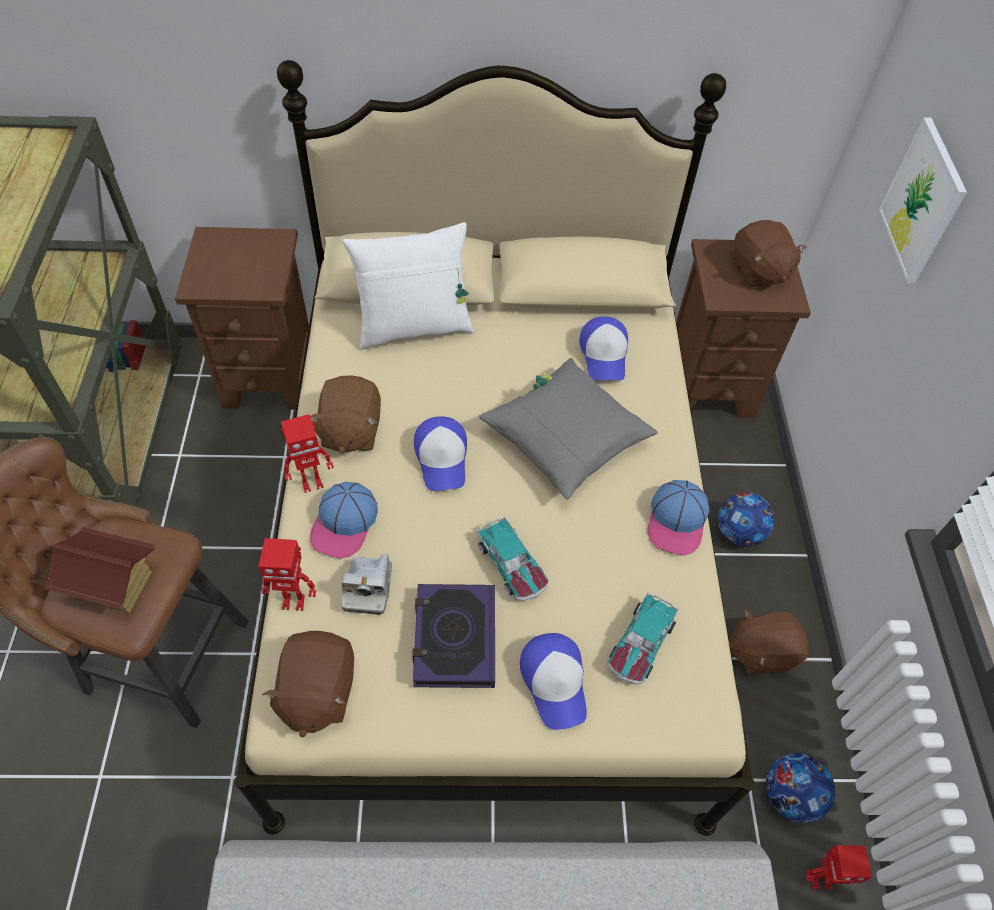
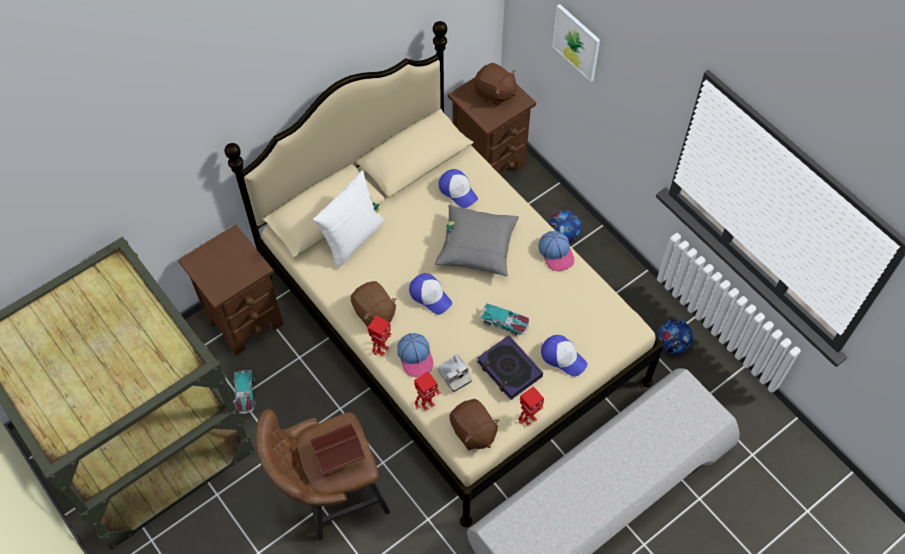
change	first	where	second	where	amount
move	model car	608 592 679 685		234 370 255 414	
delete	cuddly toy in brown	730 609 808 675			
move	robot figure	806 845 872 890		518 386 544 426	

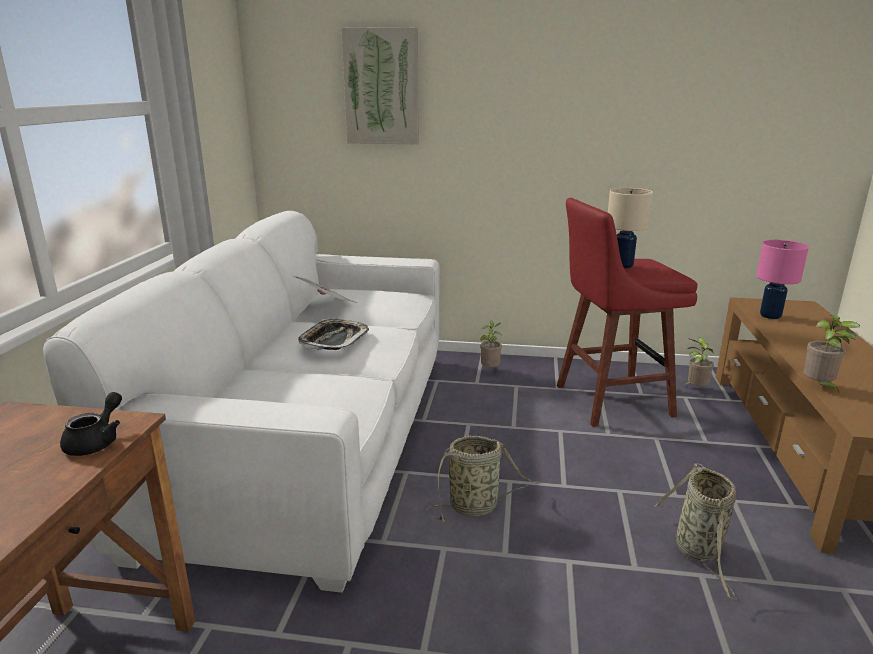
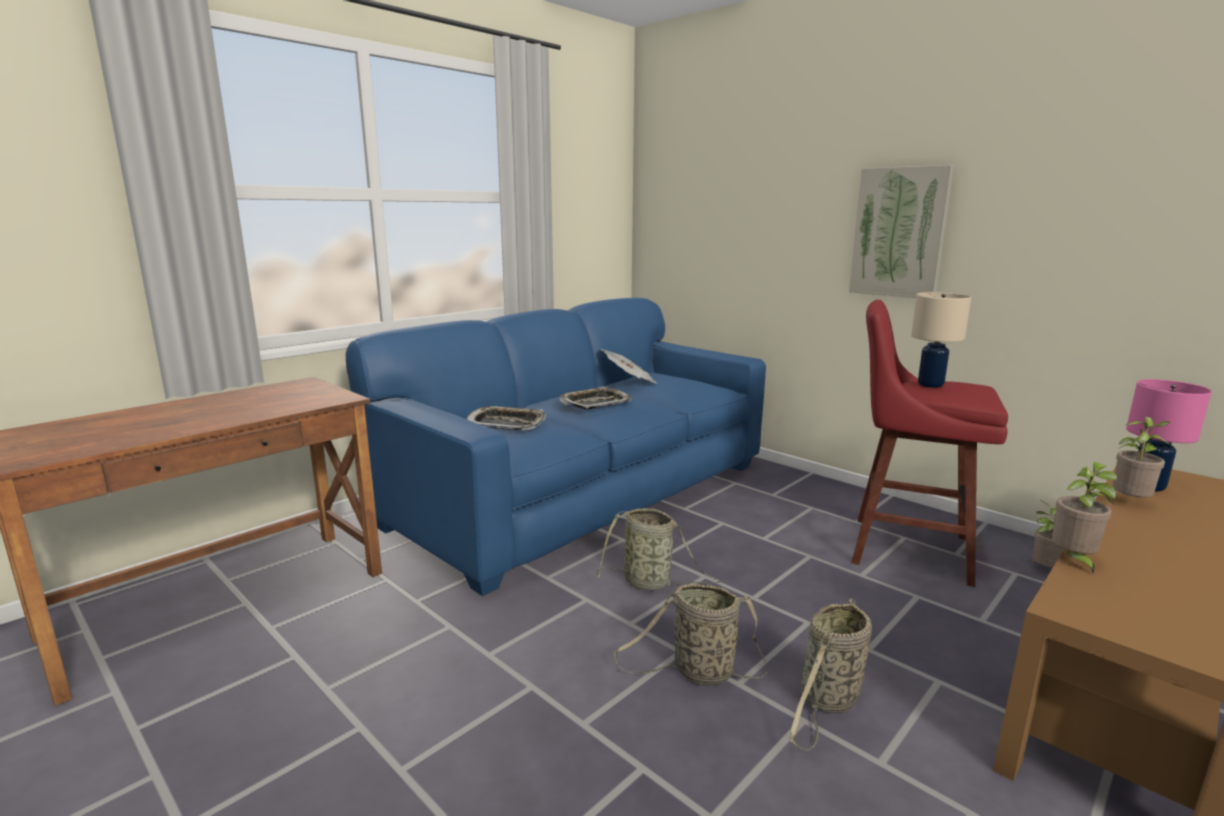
change	first	where	second	where	amount
move	picture	341 27 419 144		849 165 954 298	
recolor	settee in white-coloured	43 211 440 593	settee in blue	346 298 766 596	
move	potted plant	480 321 503 367		1113 417 1171 497	
delete	teapot in black-coloured	60 392 122 456			
insert			carrying tray	467 406 546 430	
insert			storage basket	613 584 767 686	

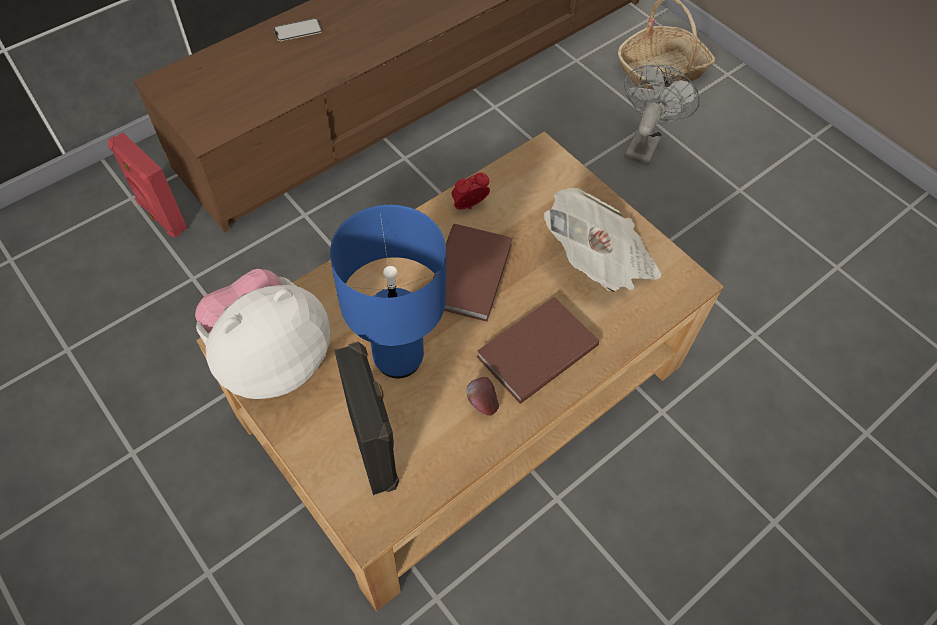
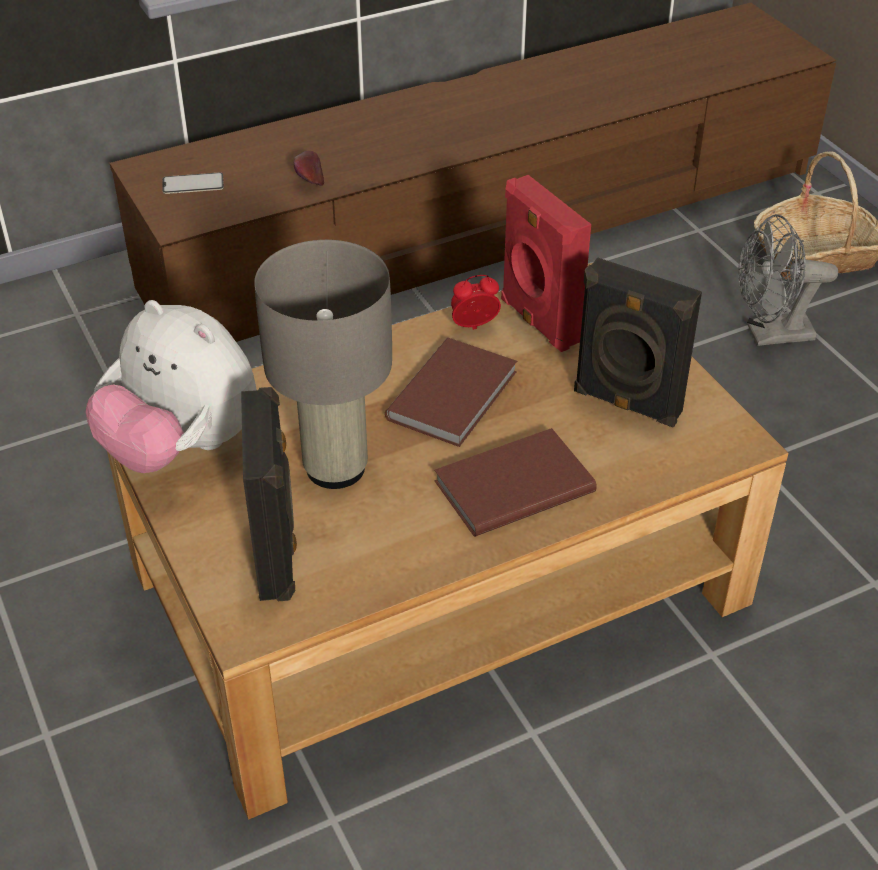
change	first	where	second	where	amount
move	telephone	274 18 322 41		162 172 224 194	
rotate	electric fan in greyish	624 65 700 166		738 214 838 346	135 degrees counterclockwise
move	loudspeaker in reddish	108 133 187 238		501 175 591 352	
replace	daily paper	543 188 661 292	loudspeaker in black-coloured	574 257 702 428	
recolor	lamp for a table in blue	330 205 446 378	lamp for a table in greyish	254 240 392 489	
rotate	cuddly toy	195 269 330 399		86 300 257 473	120 degrees counterclockwise
move	apple fruit	466 377 499 416		294 151 324 186	

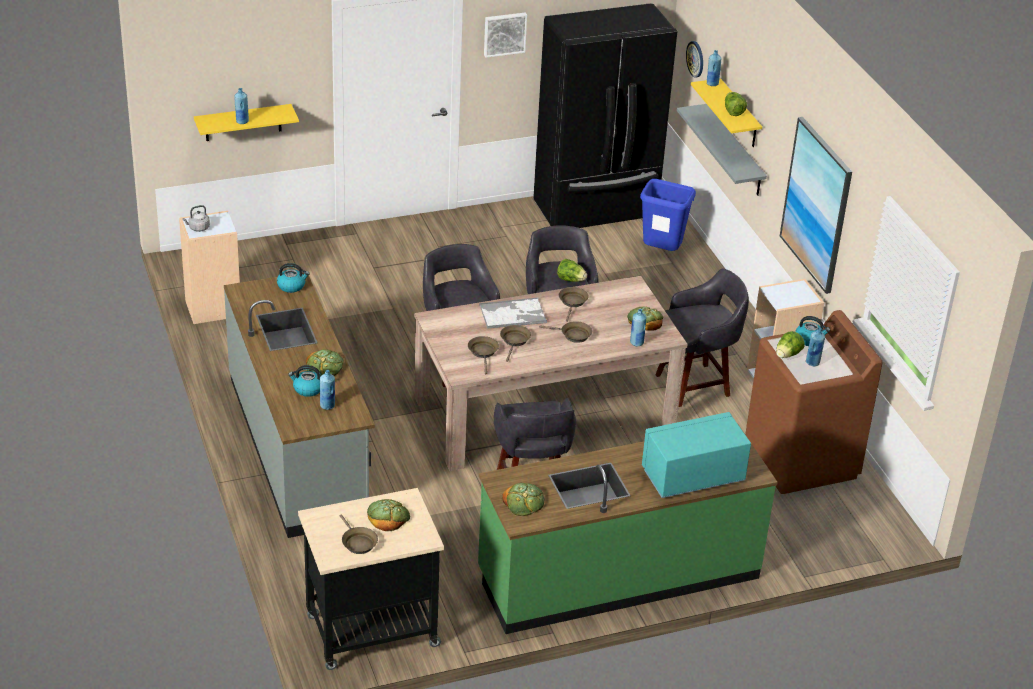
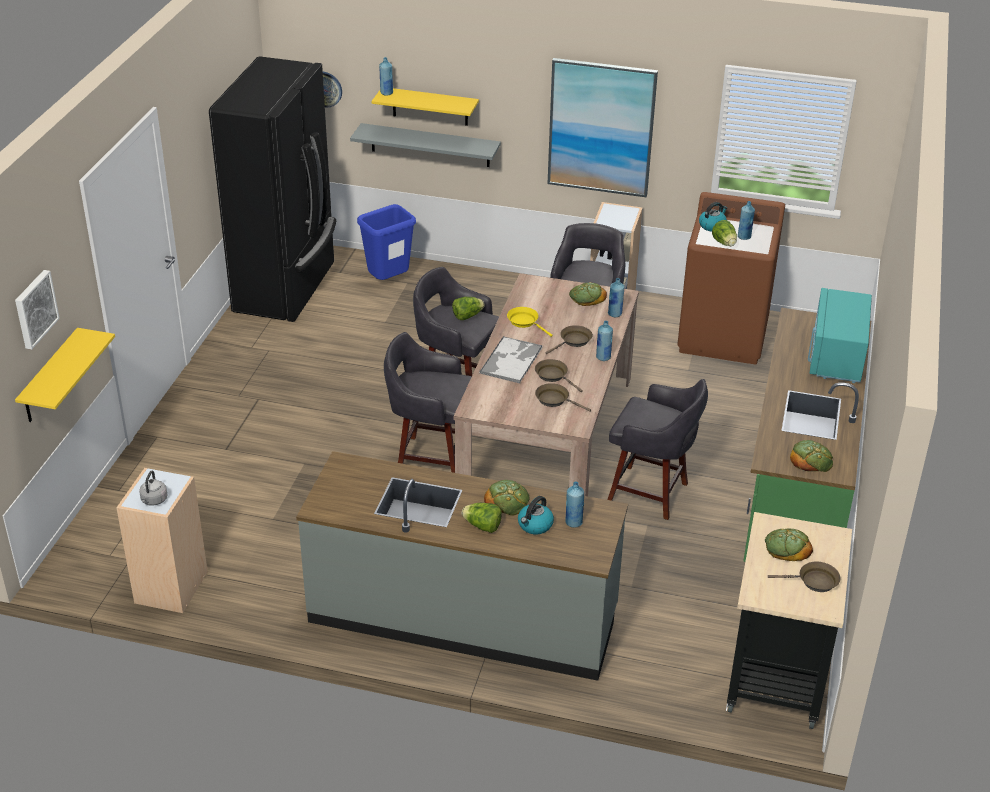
change	first	where	second	where	amount
move	picture	484 12 527 58		15 270 60 349	
move	bottle in blue	234 88 249 124		596 321 613 361	
move	lettuce	725 92 747 116		462 503 502 533	
delete	kettle	277 263 309 293			
recolor	skillet in brown	559 287 589 322	skillet in yellow	507 307 553 337	

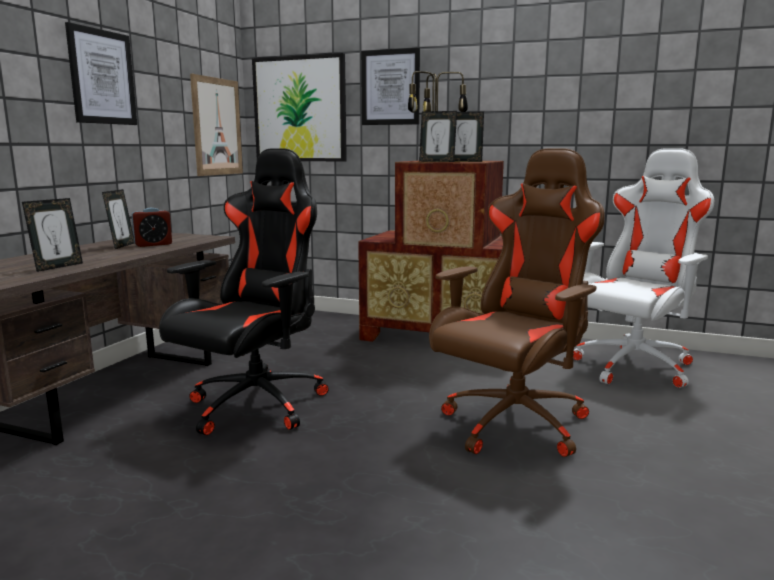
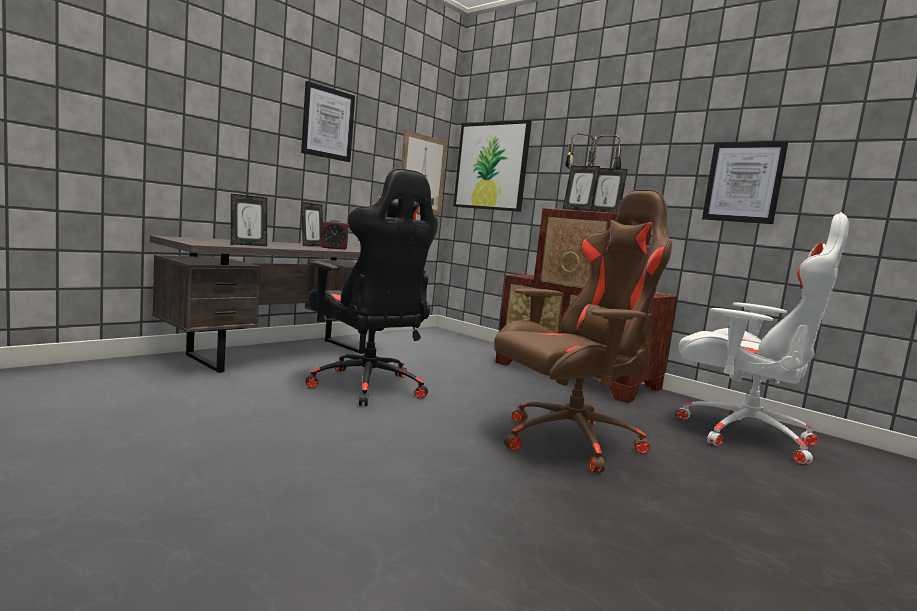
change	first	where	second	where	amount
move	picture	361 48 420 125		702 141 788 224	
rotate	desk chair in black-coloured	159 148 329 435		306 168 438 406	90 degrees clockwise
rotate	desk chair in white-coloured	573 148 714 388		676 212 849 464	60 degrees clockwise

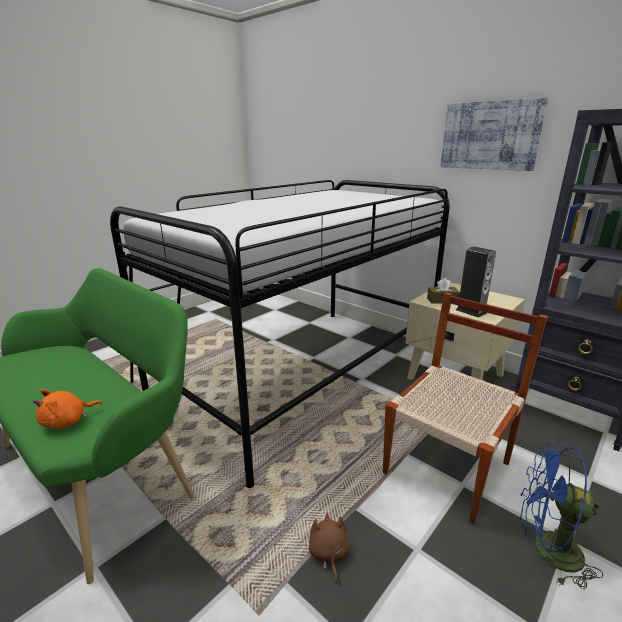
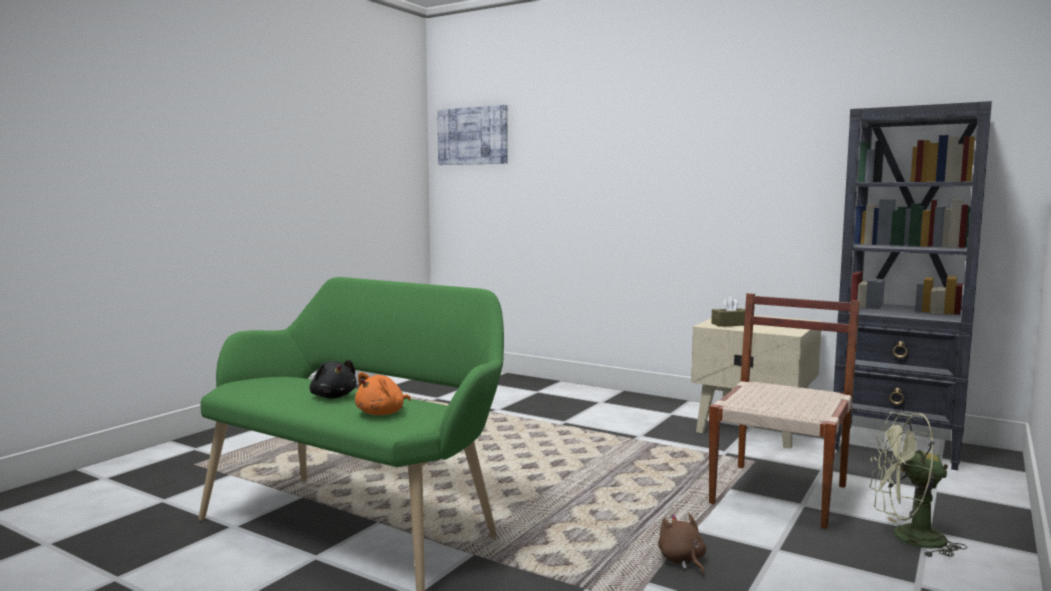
change	first	where	second	where	amount
move	picture	440 98 548 171		437 105 508 165	
delete	sleeping bed in black-coloured	110 180 450 488			
delete	loudspeaker	456 246 496 317			
recolor	electric fan in blue	520 441 603 589	electric fan in greenish	870 412 967 557	
insert			cuddly toy in black-coloured	310 360 357 398	

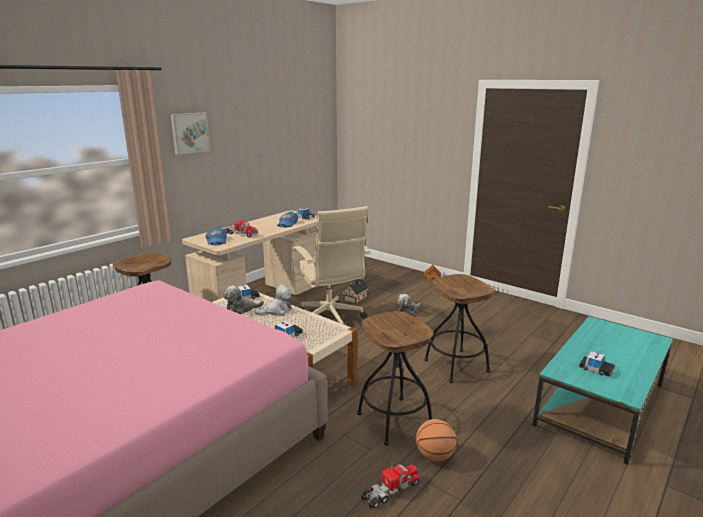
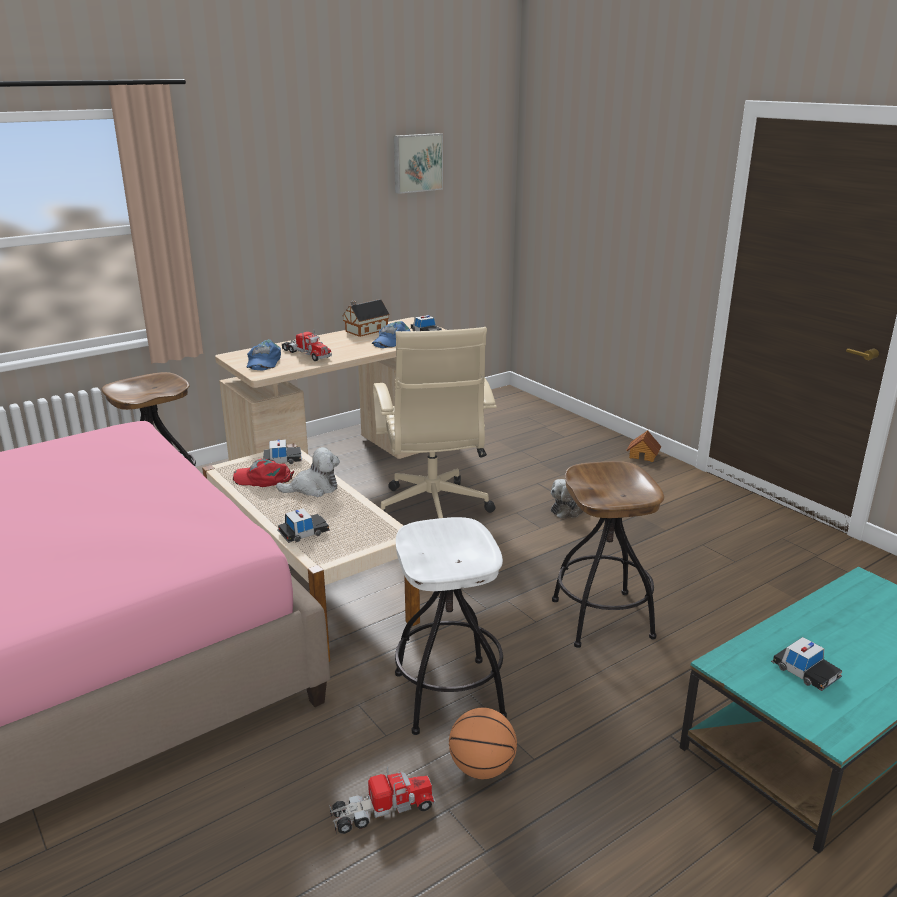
change	first	where	second	where	amount
move	picture	170 113 210 155		394 133 443 194	
move	toy house	342 279 369 304		342 299 390 337	
replace	cuddly toy	223 286 264 314	cap in reddish	233 458 294 487	
recolor	stool seat in brown	357 311 434 445	stool seat in white-coloured	395 517 507 735	

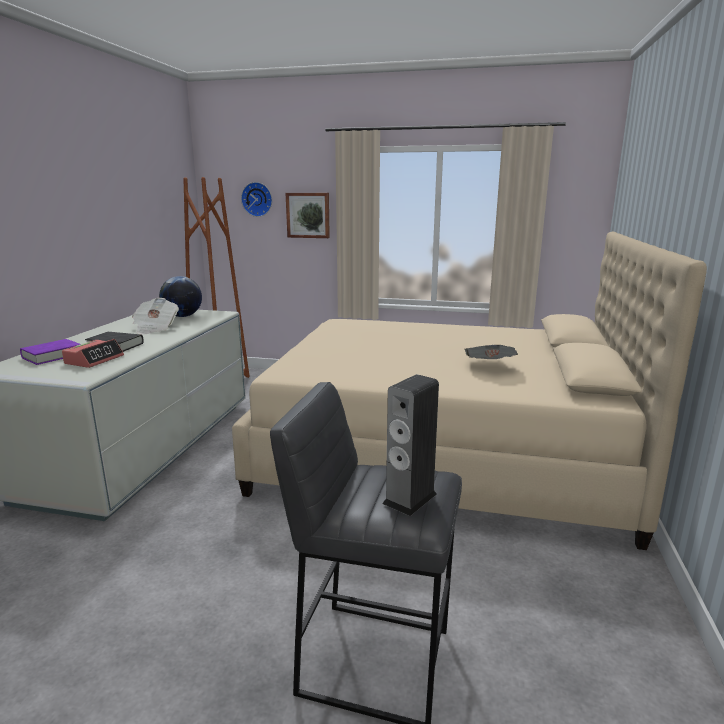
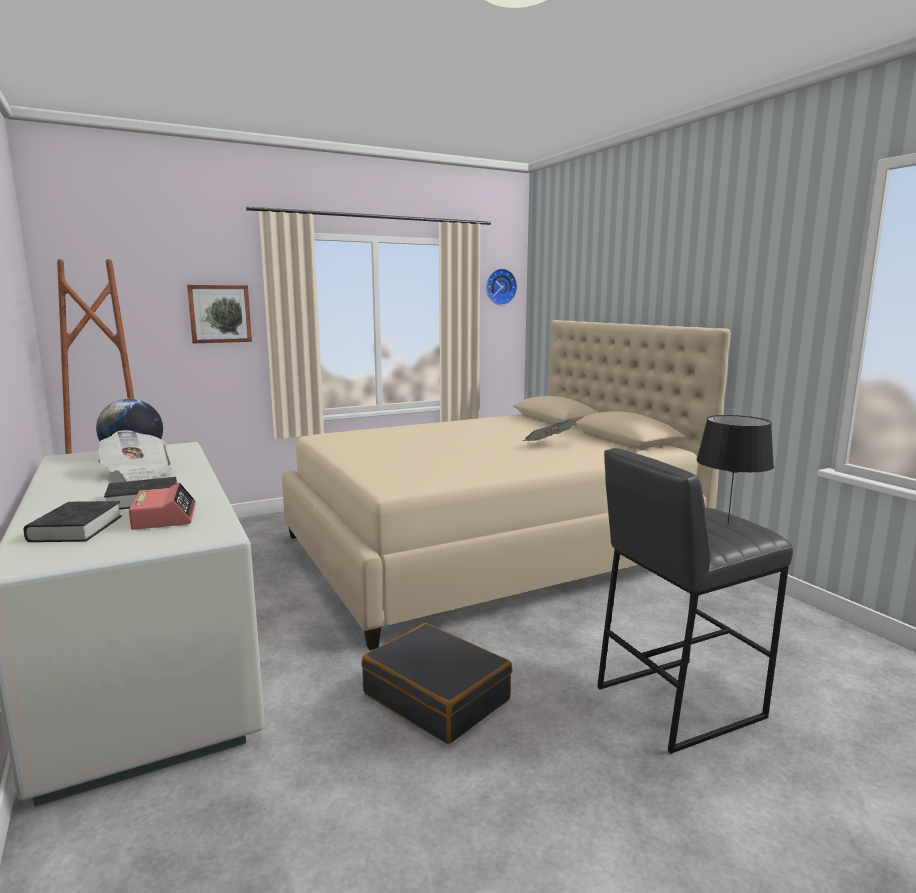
change	first	where	second	where	amount
move	clock on the wall	241 182 272 217		486 268 517 305	
recolor	volume in purple	20 339 80 365	volume in black-coloured	23 501 122 542	
replace	loudspeaker	383 374 439 516	lamp for a table in black-coloured	696 415 774 524	
insert			piece of luggage in black-coloured	361 623 512 744	

